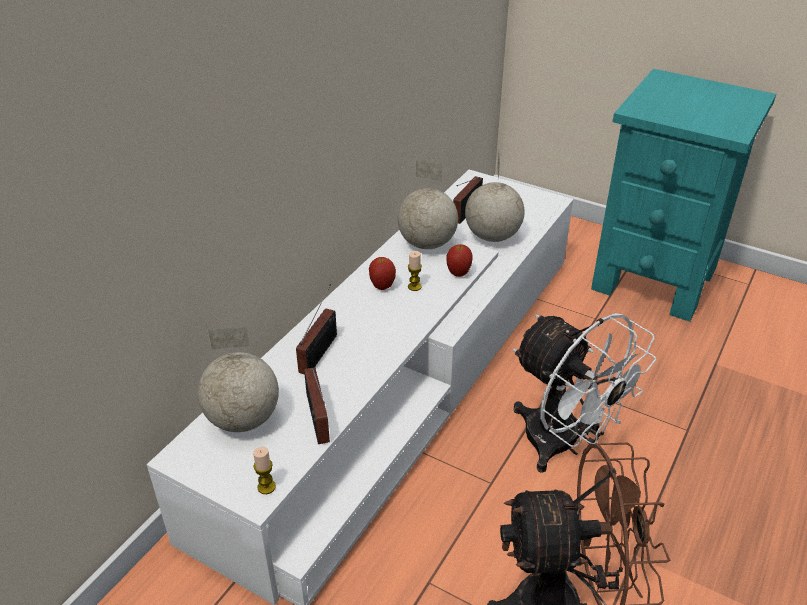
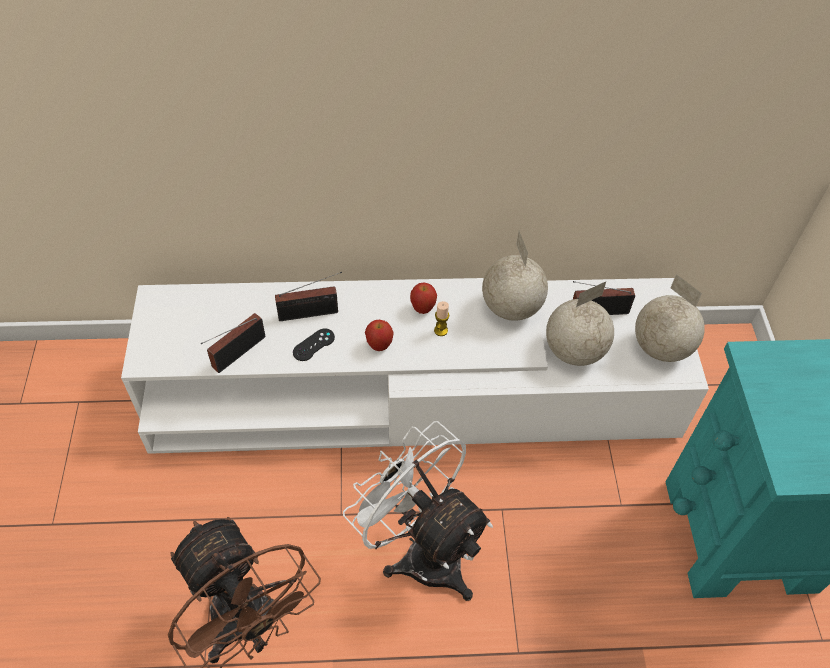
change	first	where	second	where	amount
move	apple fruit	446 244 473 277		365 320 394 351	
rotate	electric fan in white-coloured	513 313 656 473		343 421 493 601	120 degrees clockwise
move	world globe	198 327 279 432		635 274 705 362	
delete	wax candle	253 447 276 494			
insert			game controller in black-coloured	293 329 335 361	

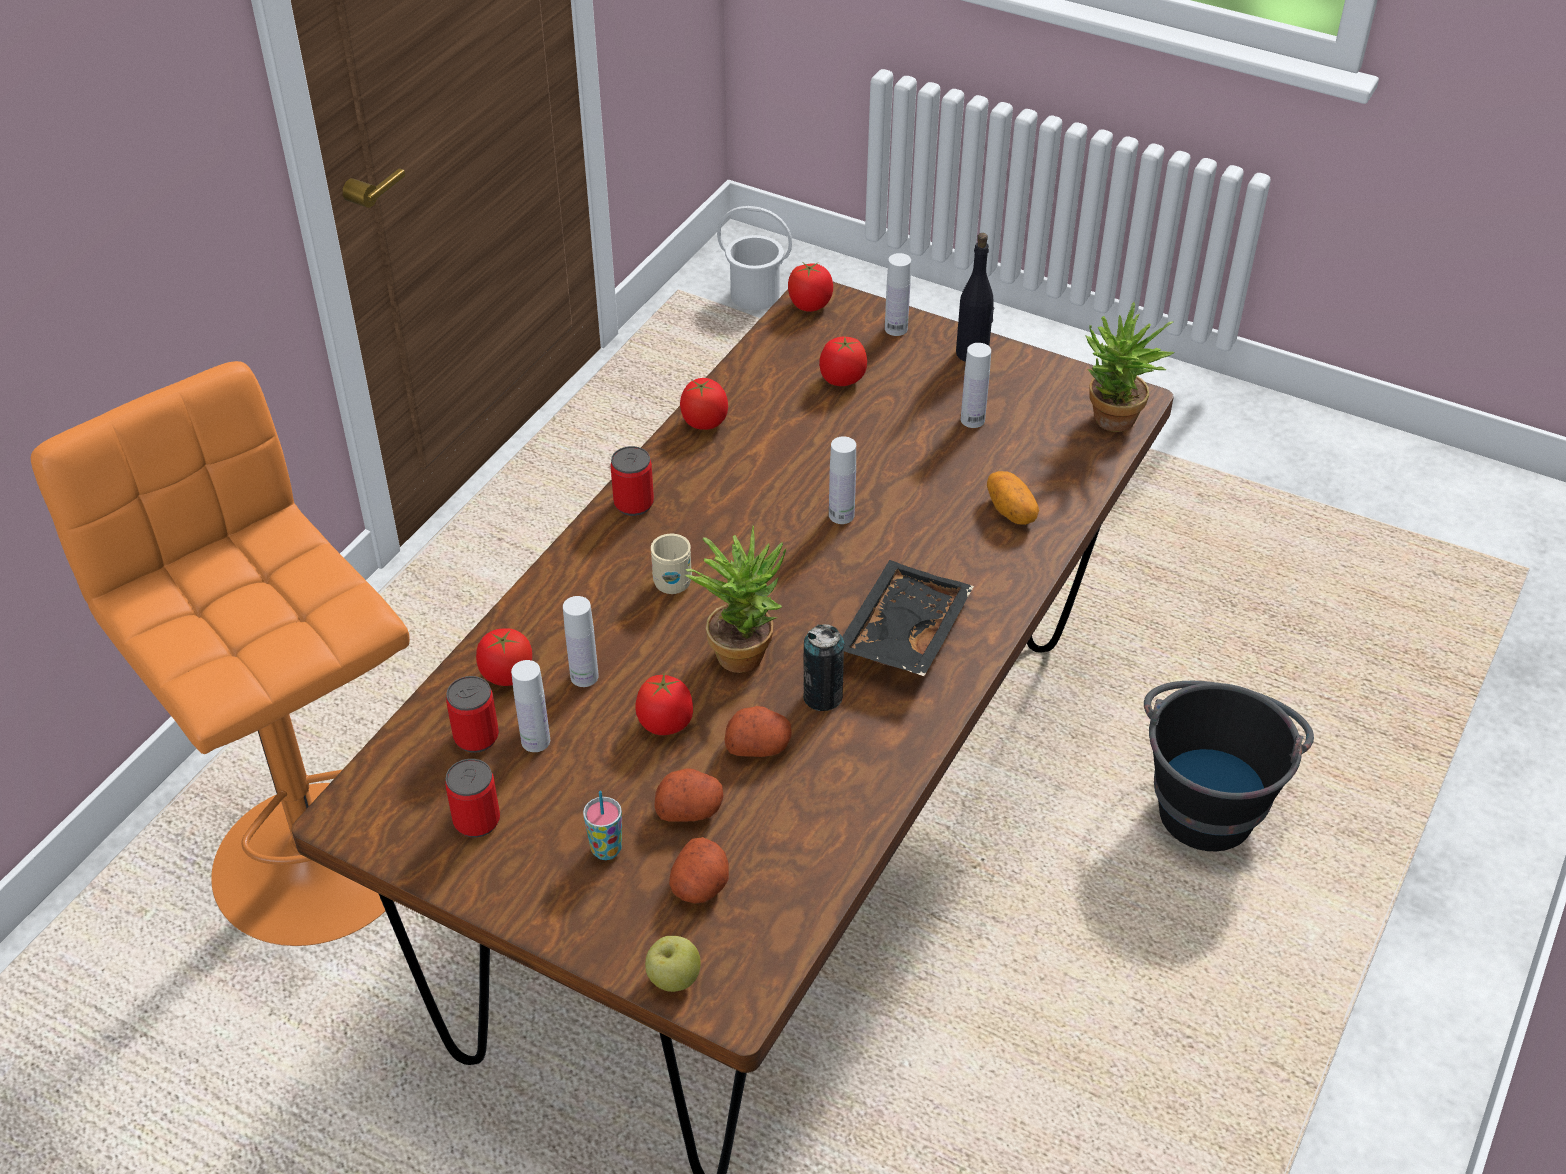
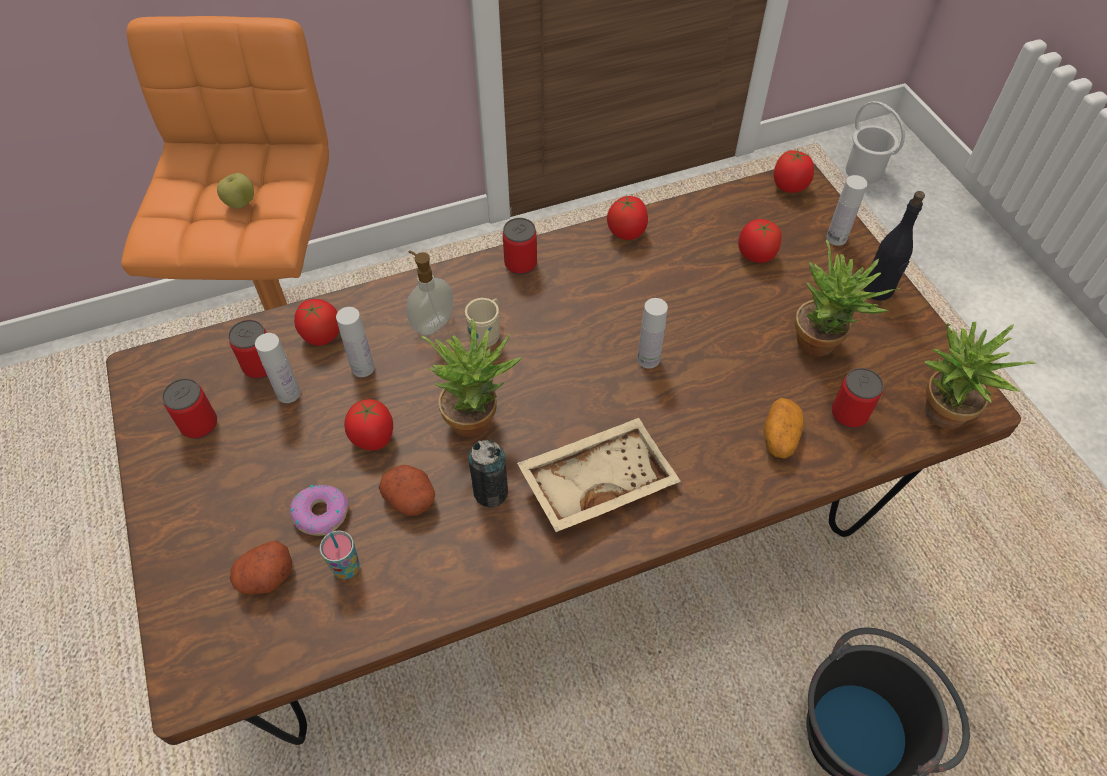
change	first	where	second	where	amount
replace	bottle in white-coloured	961 343 991 428	potted plant	795 240 900 357	
recolor	carrying tray in black-coloured	842 560 974 676	carrying tray in beige-coloured	517 418 681 532	
replace	spud	654 768 723 822	donut	290 485 348 536	
move	drinking cup	583 791 622 860		320 530 360 579	
move	apple fruit	645 936 701 992		217 173 254 209	
insert			soap dispenser	407 251 453 335	
insert			can	832 368 883 428	

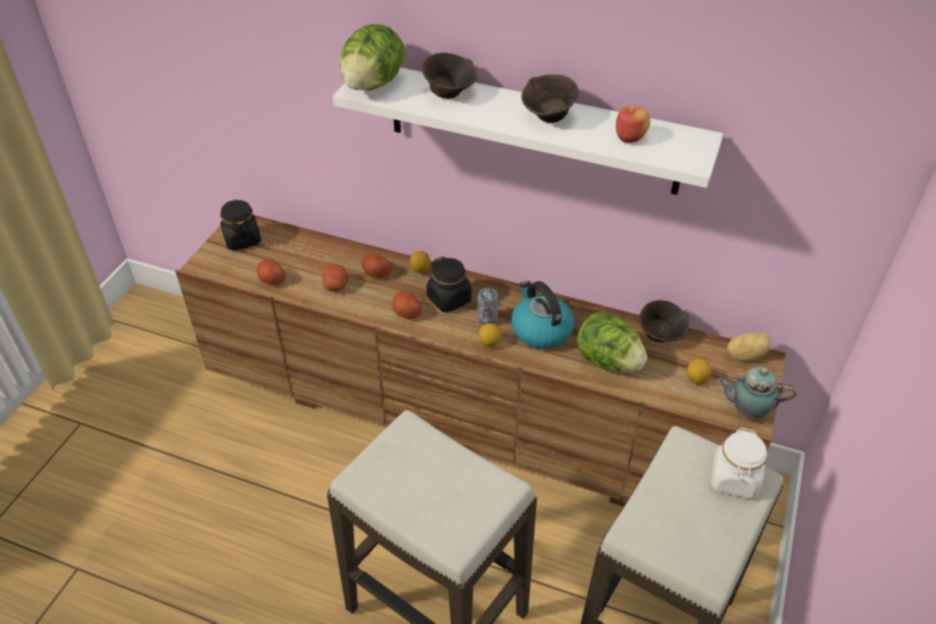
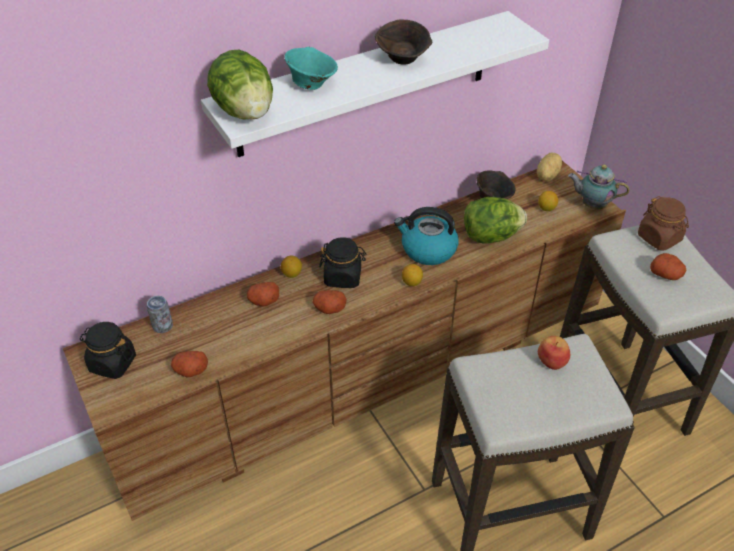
change	first	where	second	where	amount
recolor	bowl in brown	422 53 477 99	bowl in blue-green	285 47 338 90	
move	apple fruit	616 105 650 143		538 336 570 370	
move	spud	322 264 349 292		650 253 687 280	
move	can	477 288 498 325		147 296 173 333	
rotate	teapot	717 367 797 420		568 165 630 209	60 degrees clockwise
recolor	jar in white-coloured	711 428 767 499	jar in brown	638 196 689 251	

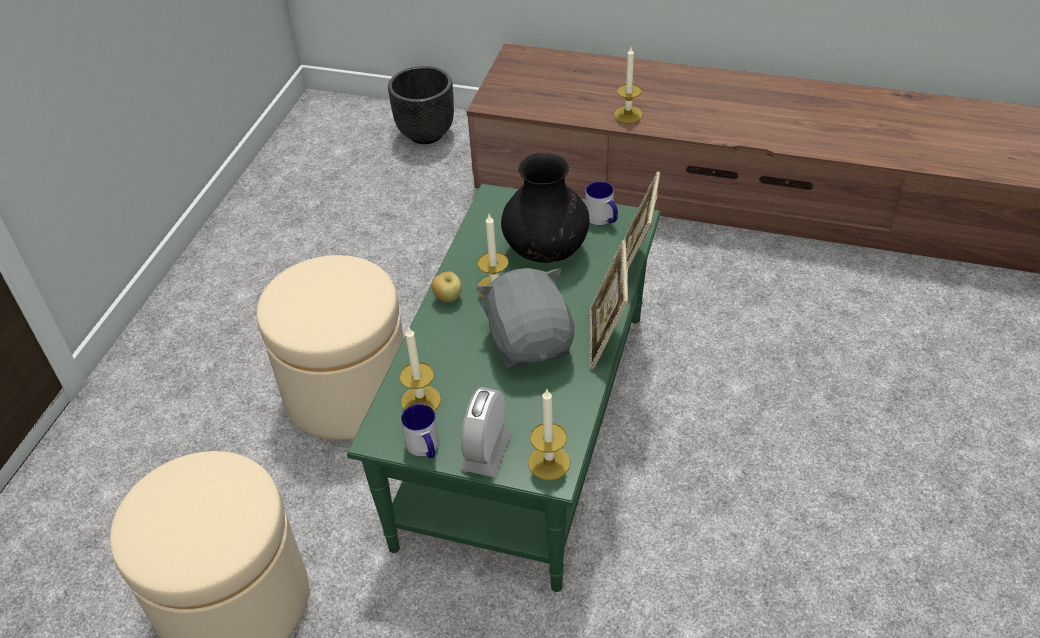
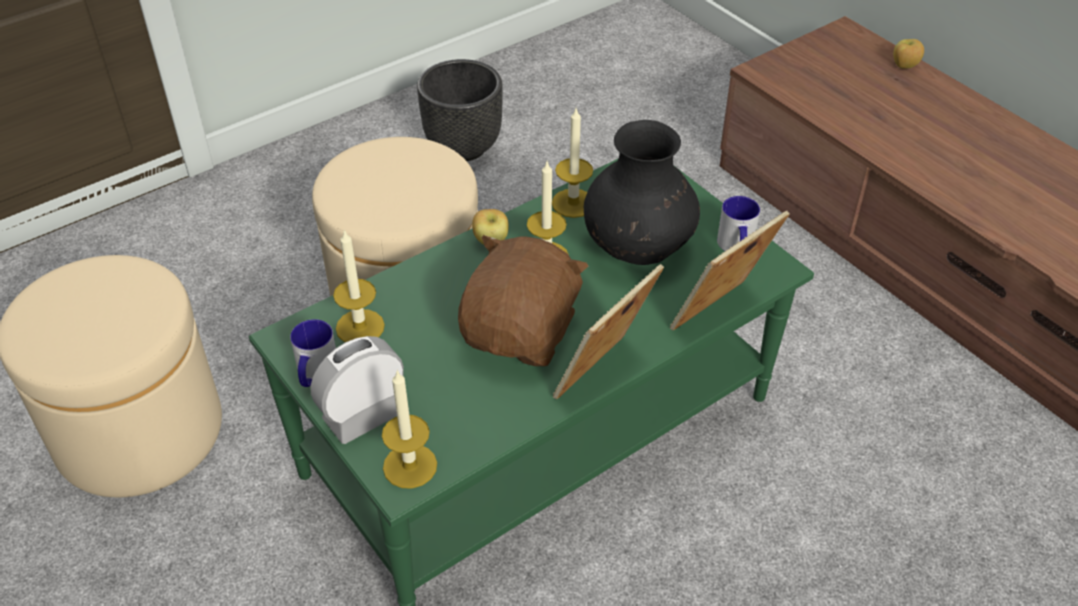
change	first	where	second	where	amount
move	wax candle	614 47 643 123		552 108 593 218	
move	flower pot in black-coloured	388 66 454 144		417 59 503 161	
recolor	cuddly toy in greyish	476 268 575 369	cuddly toy in brown	458 235 588 366	
insert			apple fruit	893 39 924 69	

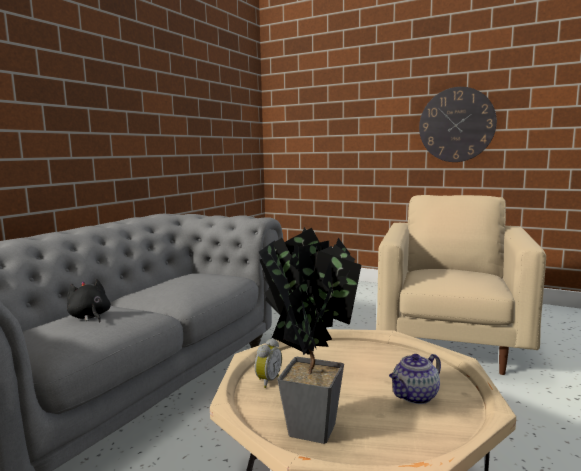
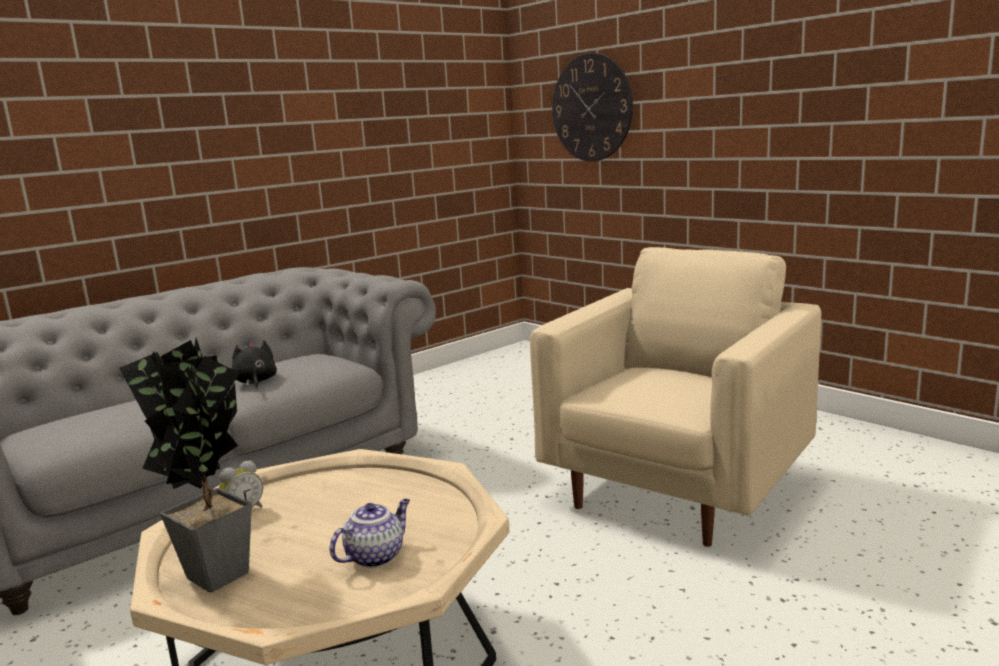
change	first	where	second	where	amount
move	clock on the wall	419 87 497 162		552 53 633 161	
move	cuddly toy in black-coloured	67 279 111 323		231 341 277 389	
rotate	teapot	389 354 441 404		330 499 410 568	150 degrees clockwise

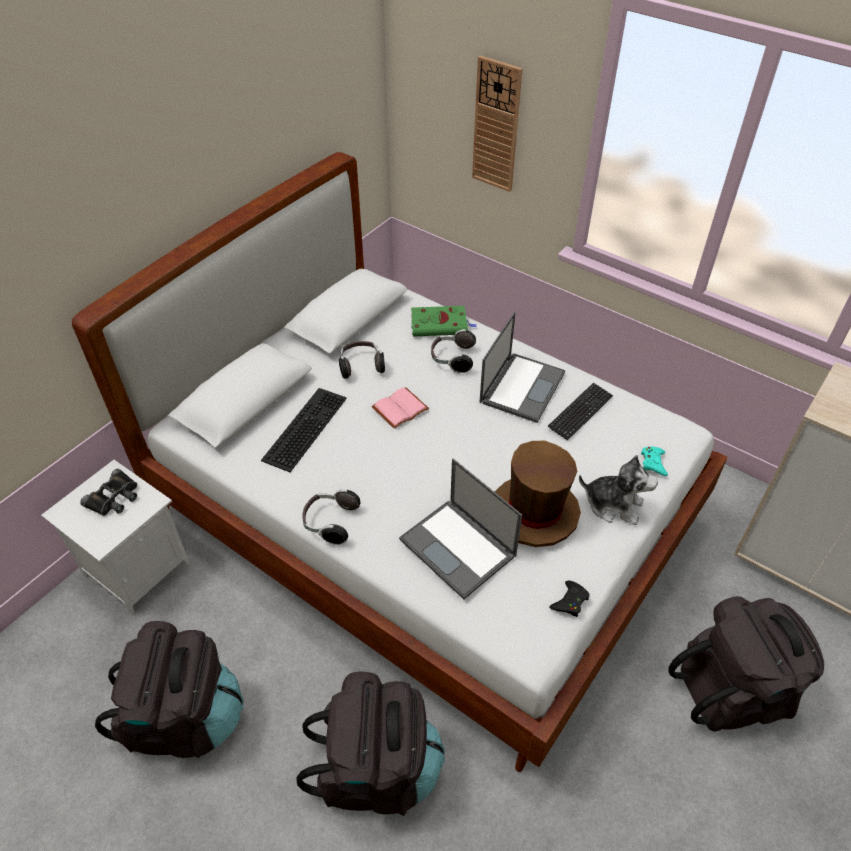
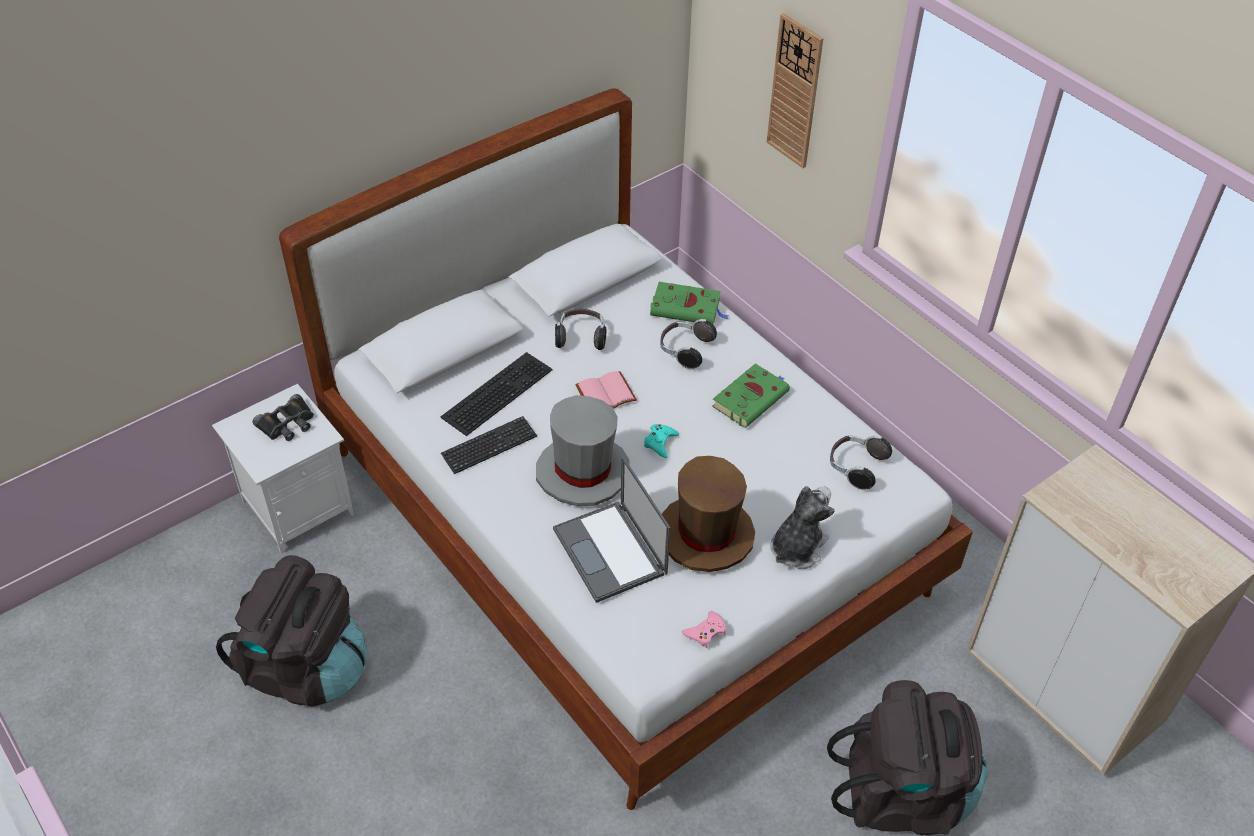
change	first	where	second	where	amount
replace	notebook computer	480 312 565 423	volume in greenish	712 363 790 428	
move	keyboard	548 383 613 441		441 416 537 474	
move	game controller in blue-green	641 447 668 476		644 424 679 458	
rotate	cuddly toy	579 455 658 525		770 486 835 569	90 degrees counterclockwise
move	headphones	302 489 360 544		830 435 892 490	
recolor	game controller in black-coloured	549 581 590 617	game controller in pink-coloured	682 611 727 648	
delete	backpack in black-coloured	296 671 445 816			
insert			clothing hat in greyish	536 395 629 506	

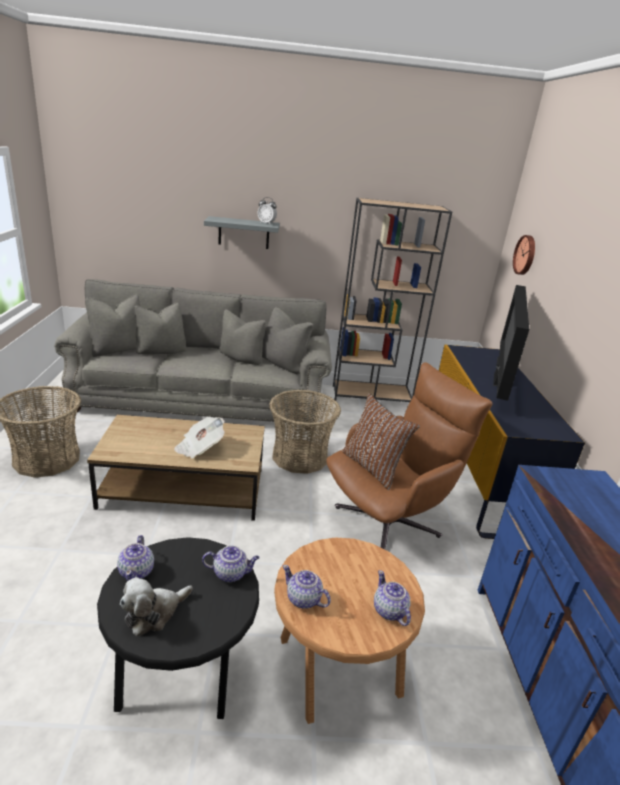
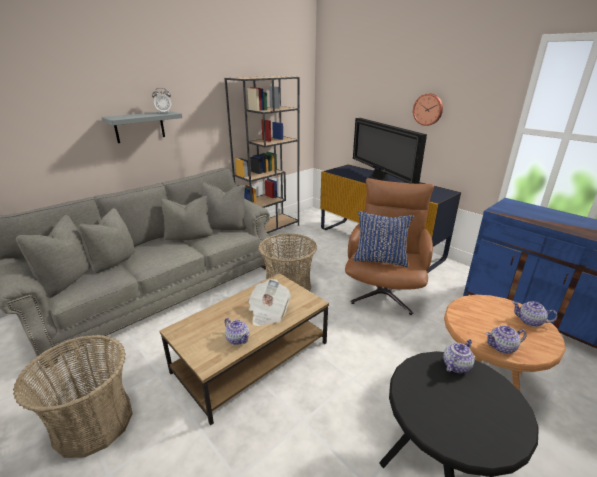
change	first	where	second	where	amount
move	clock on the wall	513 235 535 275		413 94 443 126	
recolor	cushion in brown	342 393 420 490	cushion in blue	353 211 414 267	
move	teapot	117 535 154 581		225 318 250 345	
delete	cuddly toy	120 577 193 636			

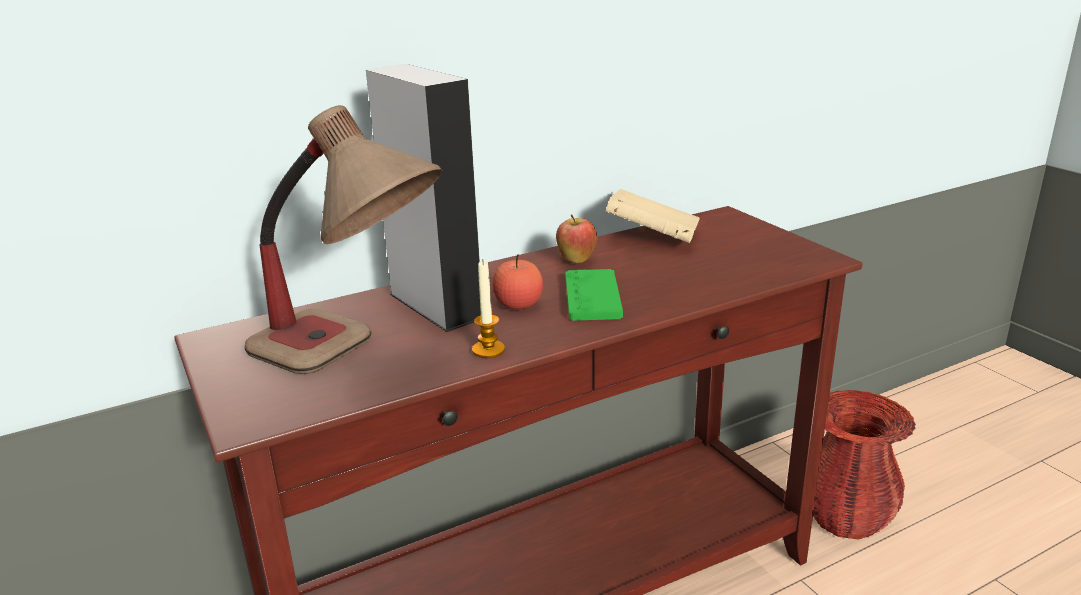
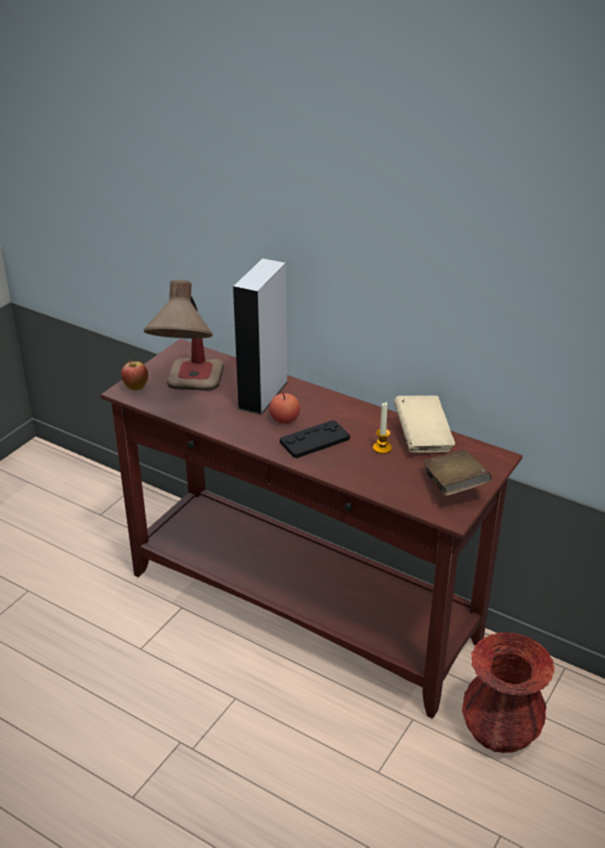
change	first	where	second	where	amount
move	apple fruit	556 214 597 263		121 359 148 390	
move	wax candle	472 261 505 358		373 402 392 454	
recolor	game controller in greenish	565 269 623 321	game controller in black-coloured	280 420 350 458	
insert			volume in brown	423 449 492 496	

